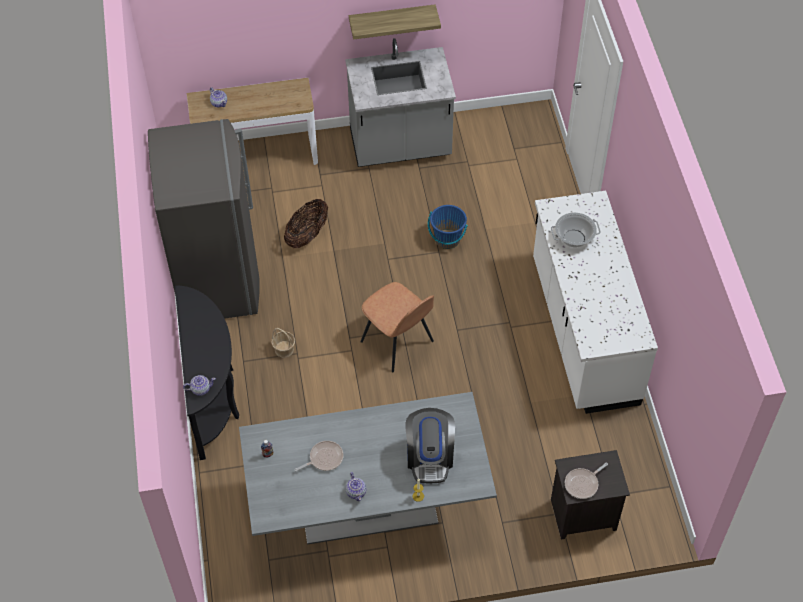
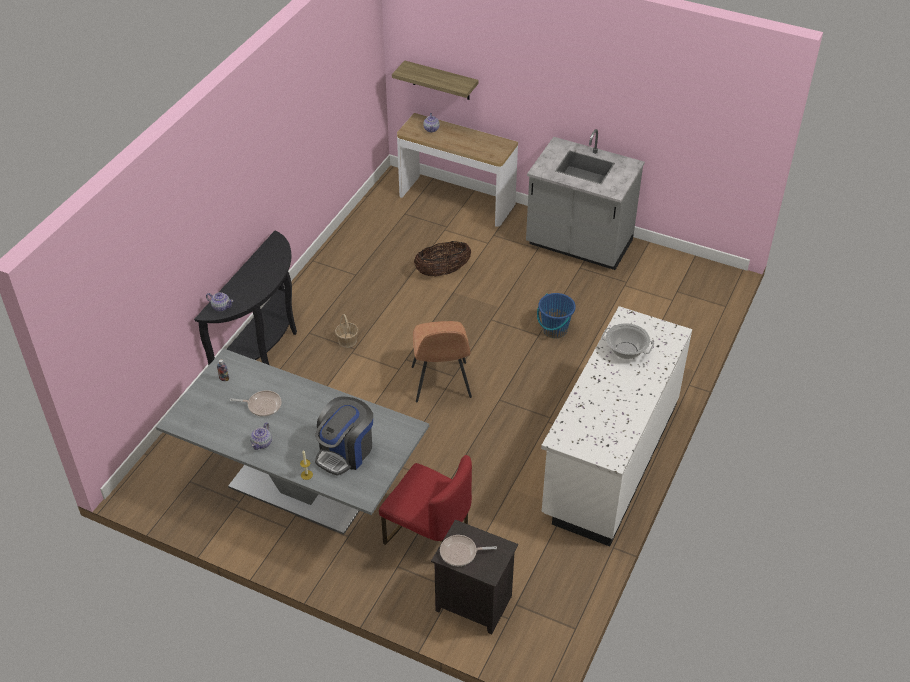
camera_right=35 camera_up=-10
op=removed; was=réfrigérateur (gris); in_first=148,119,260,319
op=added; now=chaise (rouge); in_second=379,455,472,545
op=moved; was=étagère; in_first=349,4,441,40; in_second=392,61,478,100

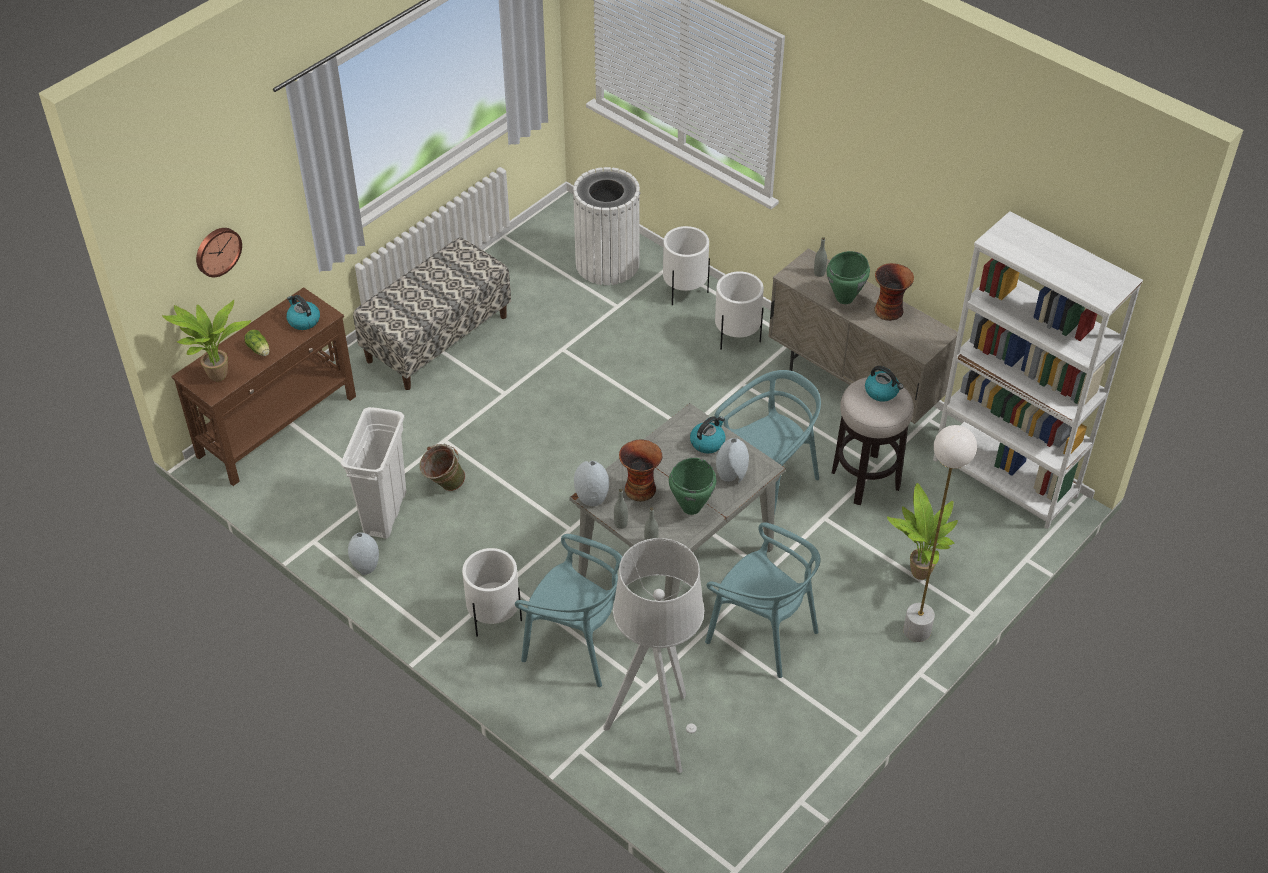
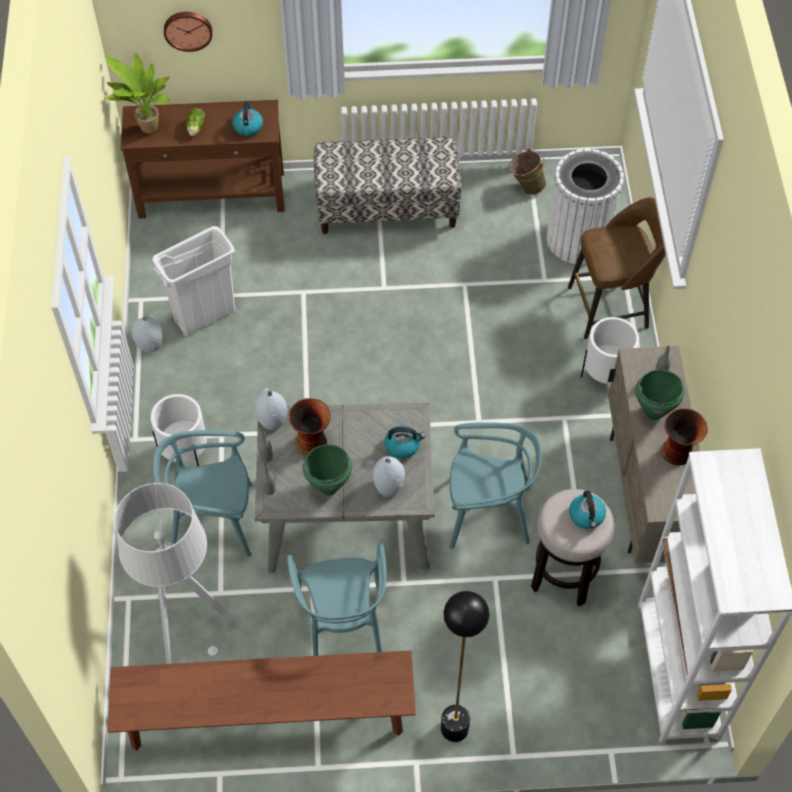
camera_right=45 camera_up=10
op=removed; was=plante en pot; in_first=887,483,958,580
op=added; now=banc (marron); in_second=107,651,416,751
op=moved; was=seau (vert); in_first=420,444,466,491; in_second=509,149,546,195
op=replaced; was=cache-pot (blanc); now=tabouret (marron); in_first=663,226,710,305; in_second=568,197,666,339
op=recoloured; was=lampadaire (blanc); now=lampadaire (noir); in_first=903,425,977,642; in_second=441,591,490,742
op=turned; was=chaise (turquoise); in_first=515,534,622,687; in_second=153,430,252,557; clockwise=105

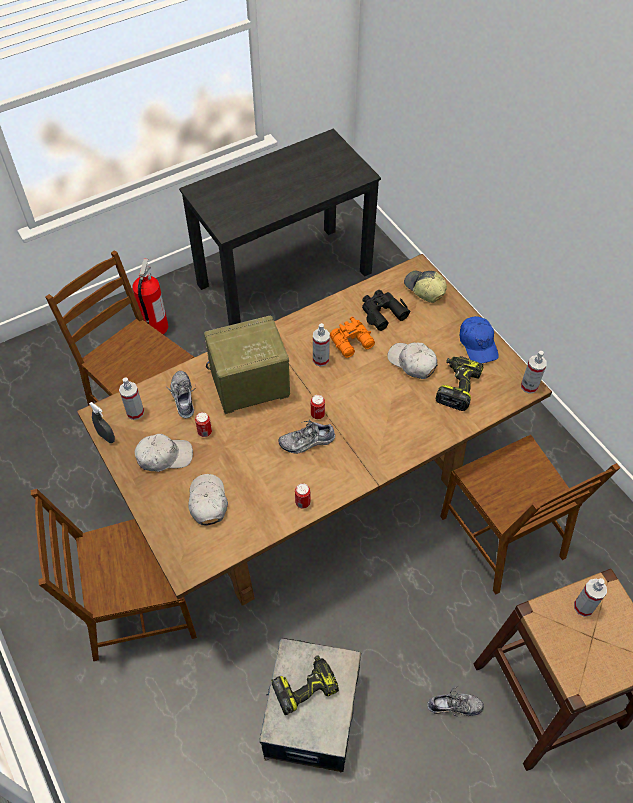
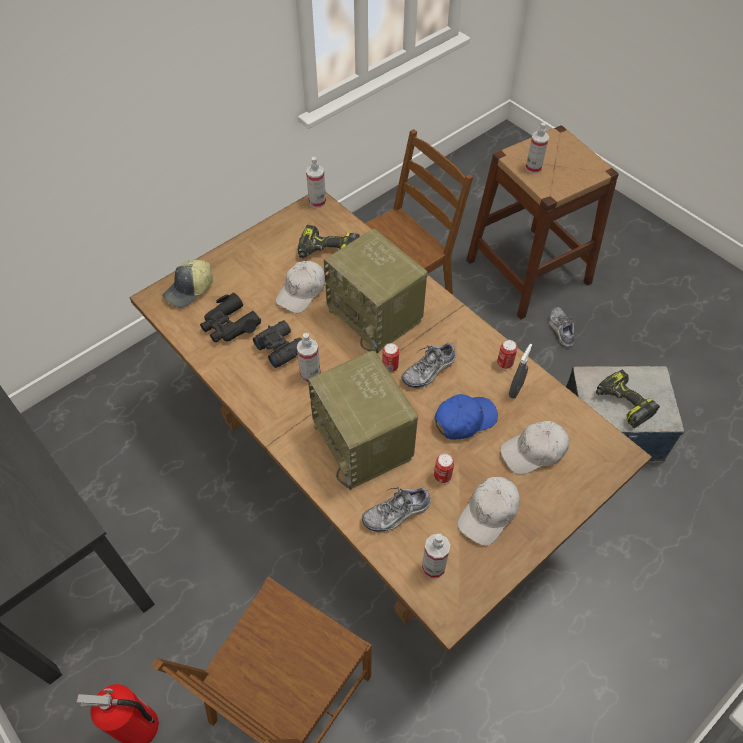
camera_right=-100 camera_up=0
op=removed; was=chaise (marron); in_first=31,489,197,661
op=added; now=radio; in_second=324,229,428,353
op=moved; was=vaporisateur (gris); in_first=89,402,115,443; in_second=509,344,532,399
op=moved; was=casquette (bleu); in_first=460,316,499,364; in_second=435,394,498,440
op=recoloured; was=jumelles (orange); now=jumelles (noir); in_first=330,317,375,358; in_second=253,320,302,368
op=turned; was=casquette (blanc); in_first=135,434,193,472; in_second=458,477,520,546; clockwise=-120
op=turned; was=chaussure; in_first=279,420,335,454; in_second=401,342,455,388; clockwise=75

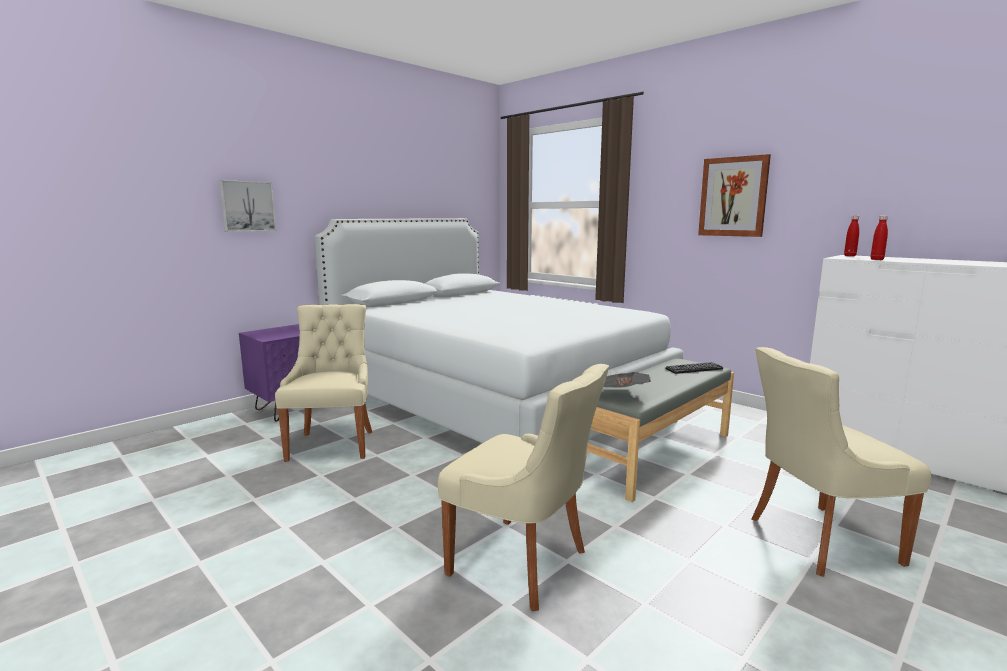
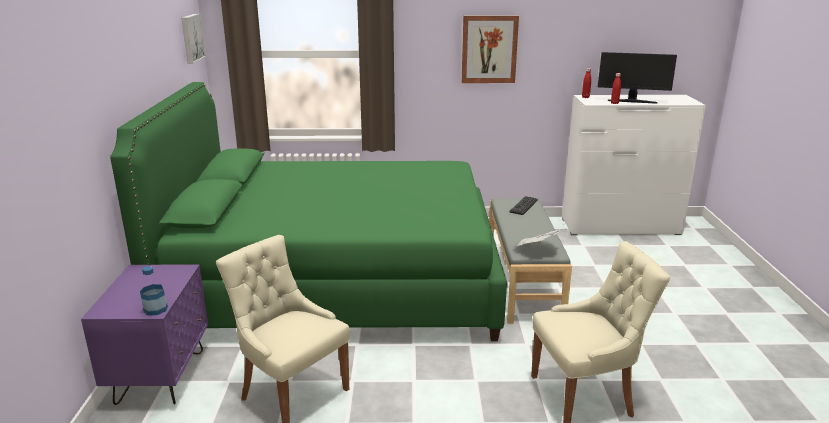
camera_right=-45 camera_up=10
op=removed; was=chaise (beige); in_first=751,347,931,577
op=added; now=bouteille; in_second=140,266,168,316
op=added; now=écran d'ordinateur; in_second=598,52,677,104
op=moved; was=tableau; in_first=219,180,276,232; in_second=181,13,206,64
op=recoloured; was=lit (blanc); now=lit (vert); in_first=314,218,683,443; in_second=110,82,507,341

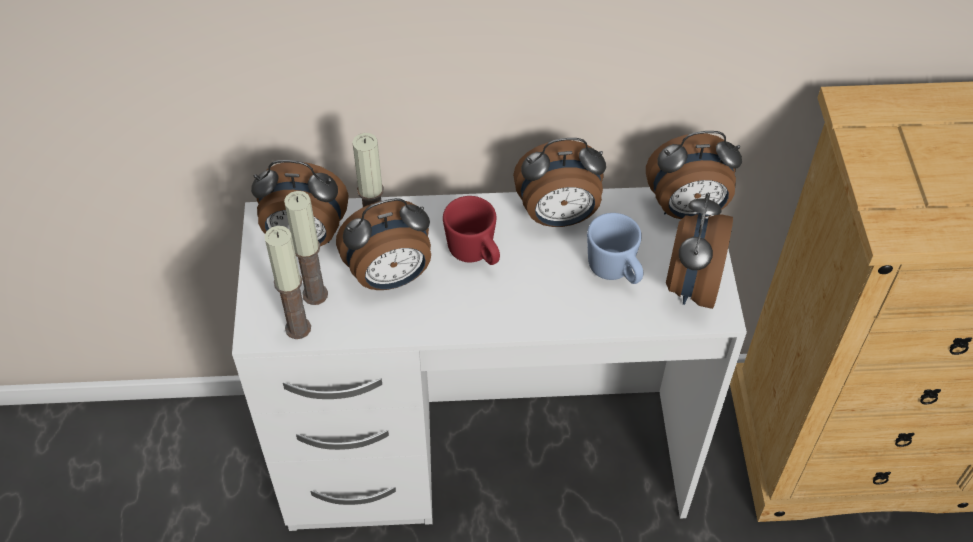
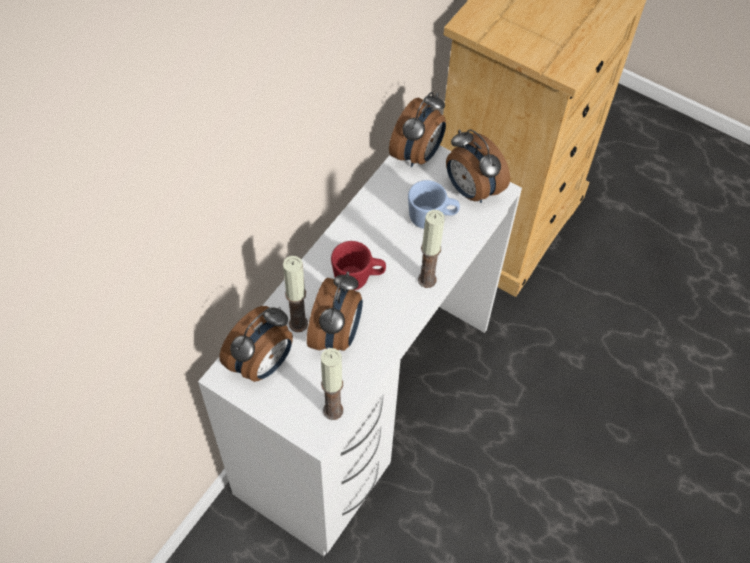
camera_right=-55 camera_up=5
op=removed; was=réveil; in_first=513,138,606,227
op=moved; was=bougie; in_first=284,191,328,305; in_second=418,210,445,288

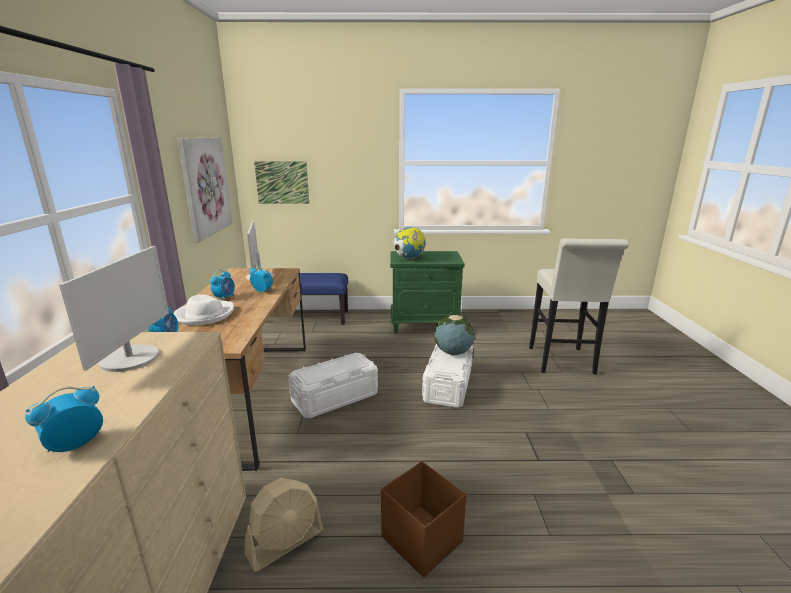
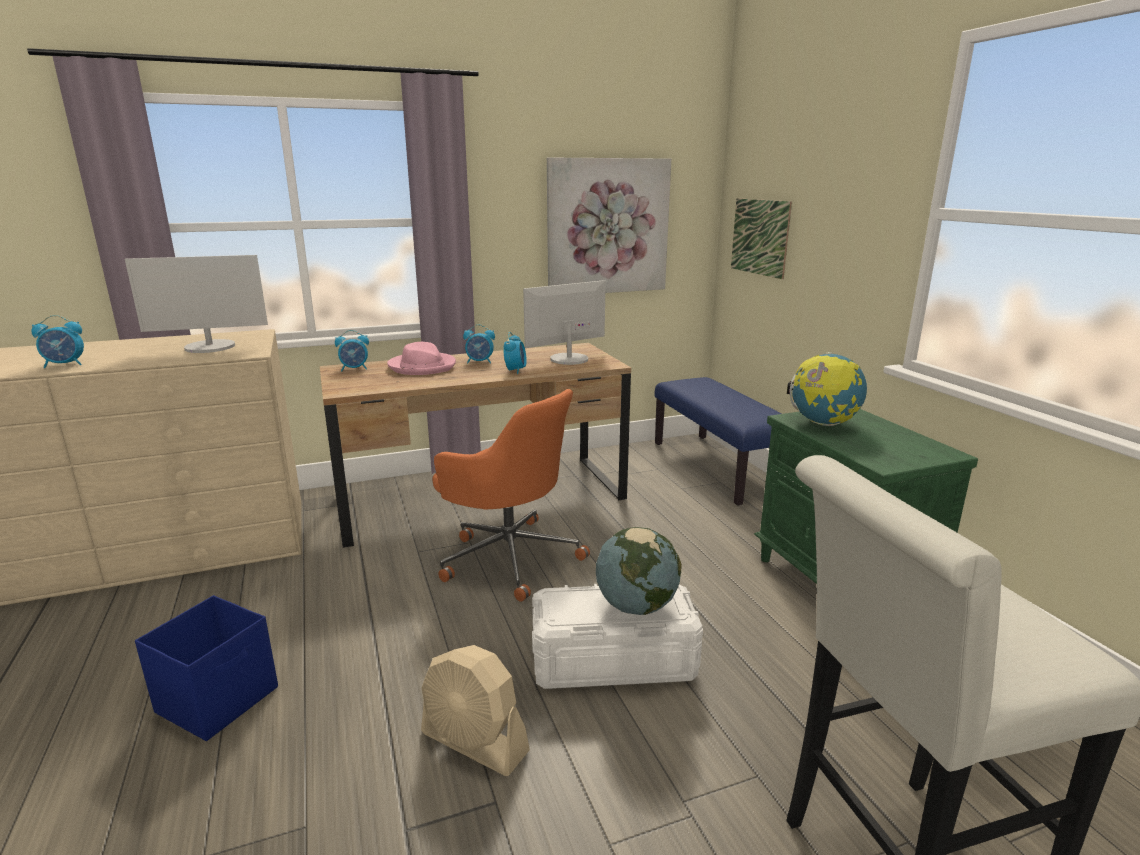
camera_right=70 camera_up=0
op=moved; was=ventilateur (beige); in_first=245,478,323,572; in_second=421,645,530,776
op=replaced; was=boîte de rangement (blanc); now=chaise de bureau (orange); in_first=288,353,378,418; in_second=432,389,590,602
op=recoloured; was=chapeau (blanc); now=chapeau (rose); in_first=173,295,234,325; in_second=387,342,456,375
op=recoloured; was=boîte de rangement (marron); now=boîte de rangement (bleu); in_first=381,461,467,578; in_second=135,596,278,741
op=turned; was=réveil; in_first=25,386,103,452; in_second=31,315,84,368; clockwise=135

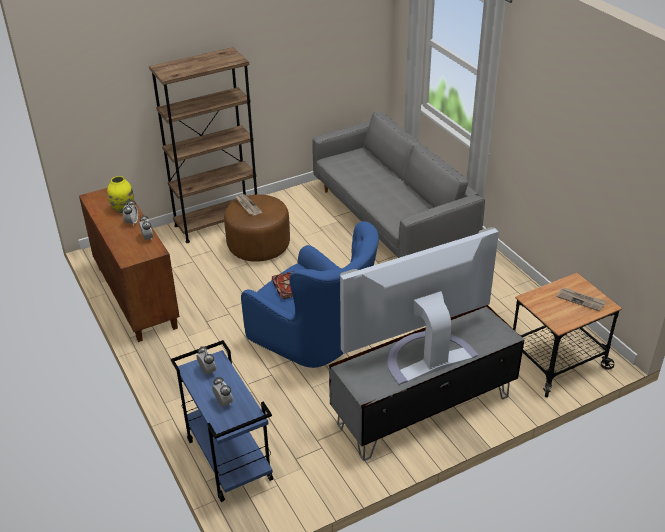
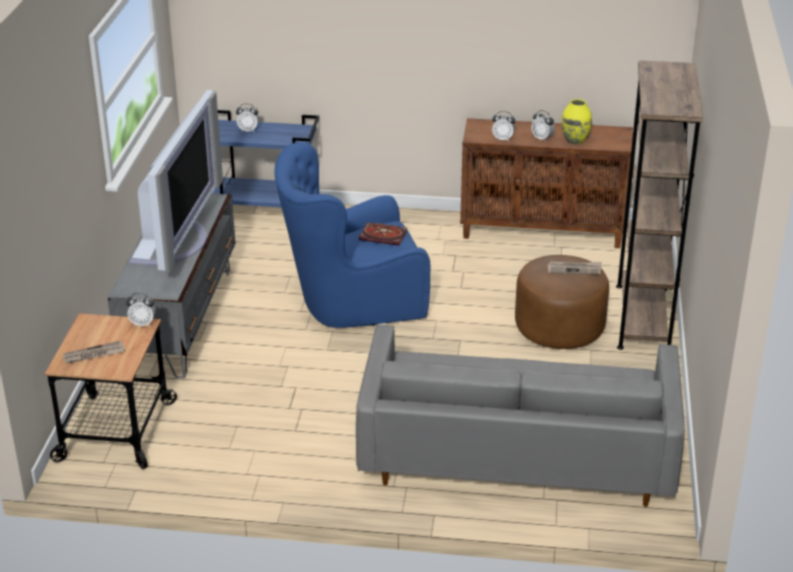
camera_right=125 camera_up=-5
op=moved; was=réveil; in_first=197,346,216,375; in_second=126,293,156,327

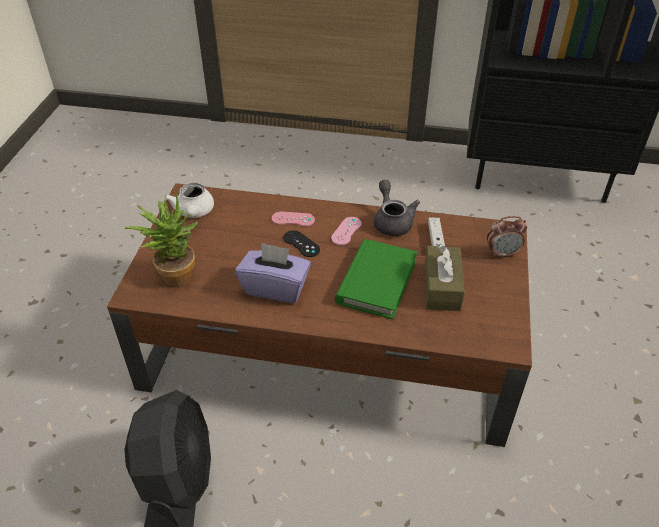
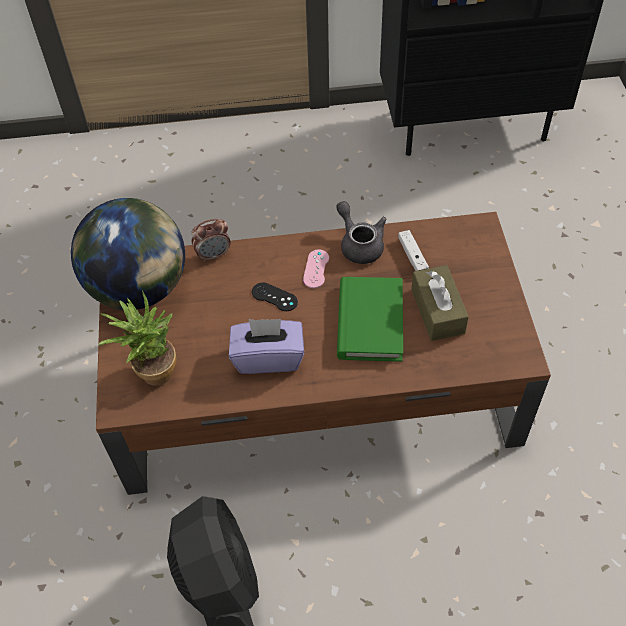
camera_right=-15 camera_up=10
op=removed; was=manette (rose); in_first=272,212,315,226
op=moved; was=réveil; in_first=487,216,527,258; in_second=191,219,231,262
op=replaced; was=théière (blanc); now=globe; in_first=164,183,214,218; in_second=71,198,185,310

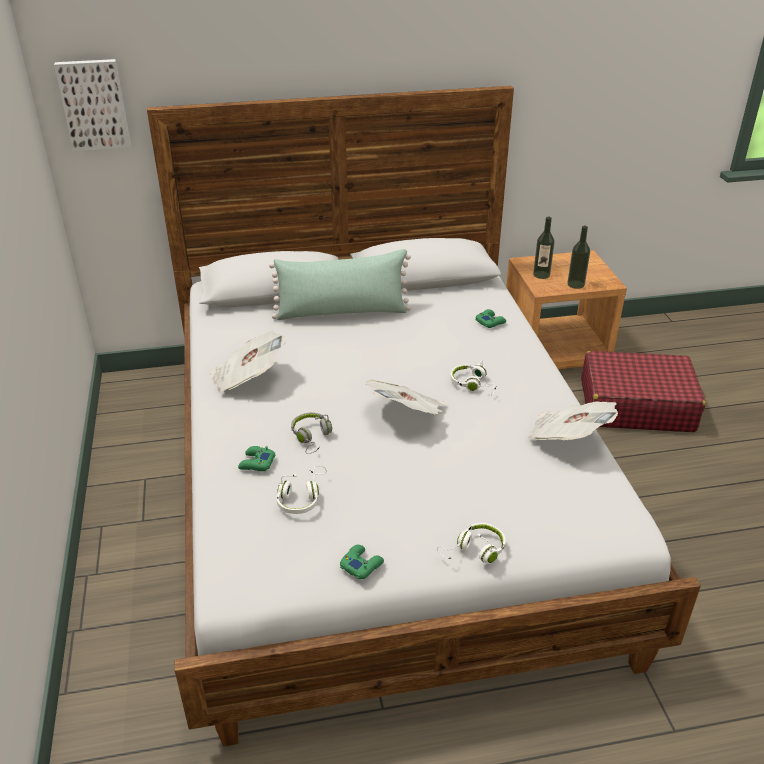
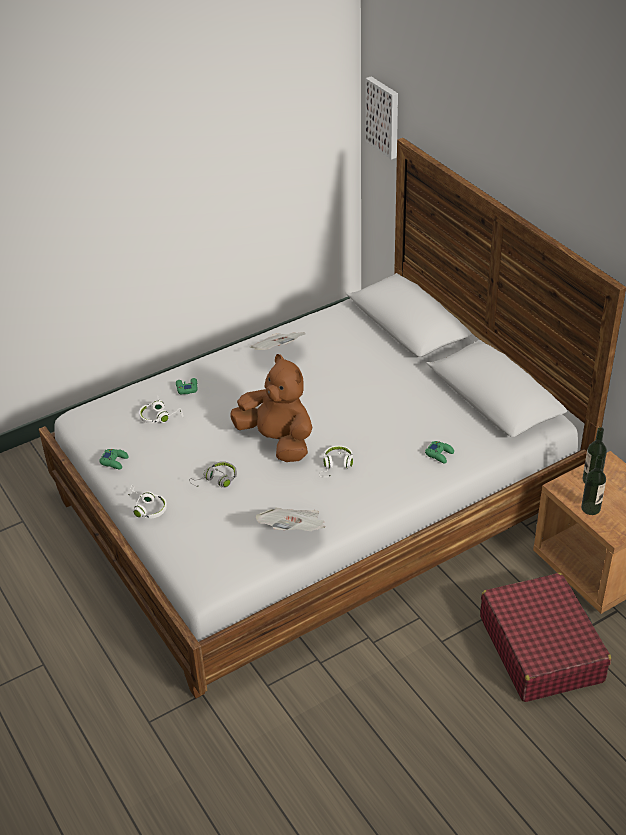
camera_right=70 camera_up=5
op=removed; was=coussin (vert); in_first=269,249,411,320
op=moved; was=casque audio (gris); in_first=291,412,332,454; in_second=189,461,237,488
op=replaced; was=journal; now=peluche (marron); in_first=365,379,446,415; in_second=230,354,312,462

